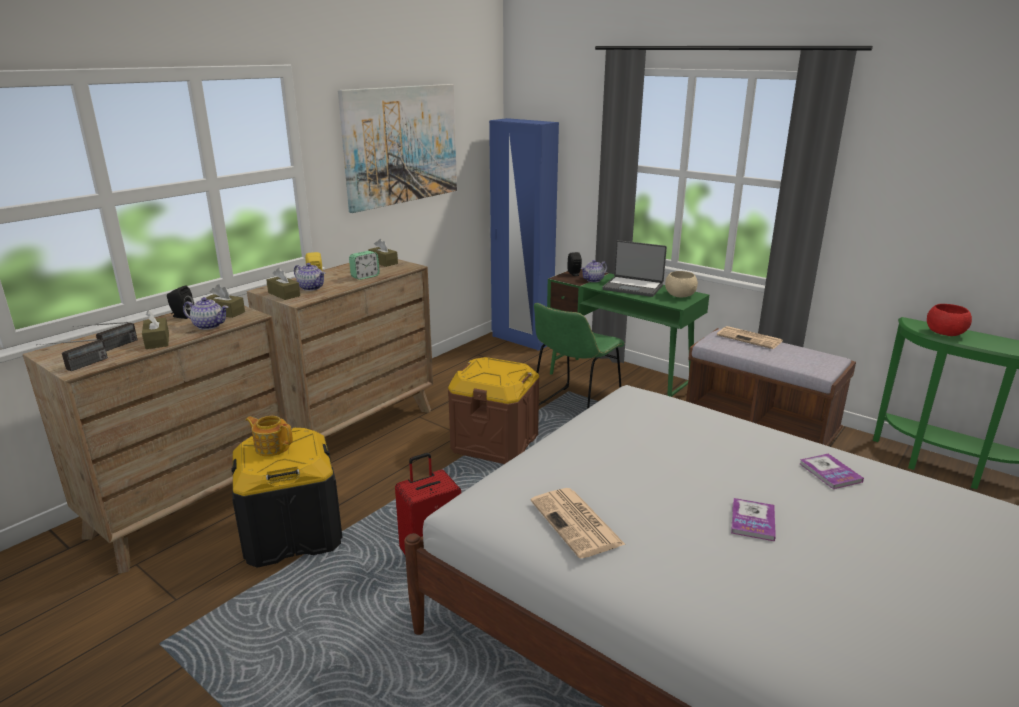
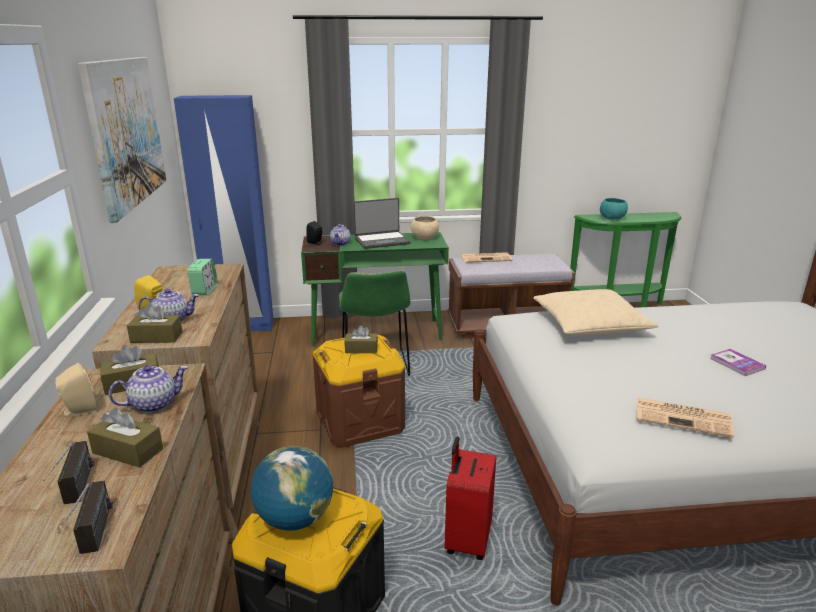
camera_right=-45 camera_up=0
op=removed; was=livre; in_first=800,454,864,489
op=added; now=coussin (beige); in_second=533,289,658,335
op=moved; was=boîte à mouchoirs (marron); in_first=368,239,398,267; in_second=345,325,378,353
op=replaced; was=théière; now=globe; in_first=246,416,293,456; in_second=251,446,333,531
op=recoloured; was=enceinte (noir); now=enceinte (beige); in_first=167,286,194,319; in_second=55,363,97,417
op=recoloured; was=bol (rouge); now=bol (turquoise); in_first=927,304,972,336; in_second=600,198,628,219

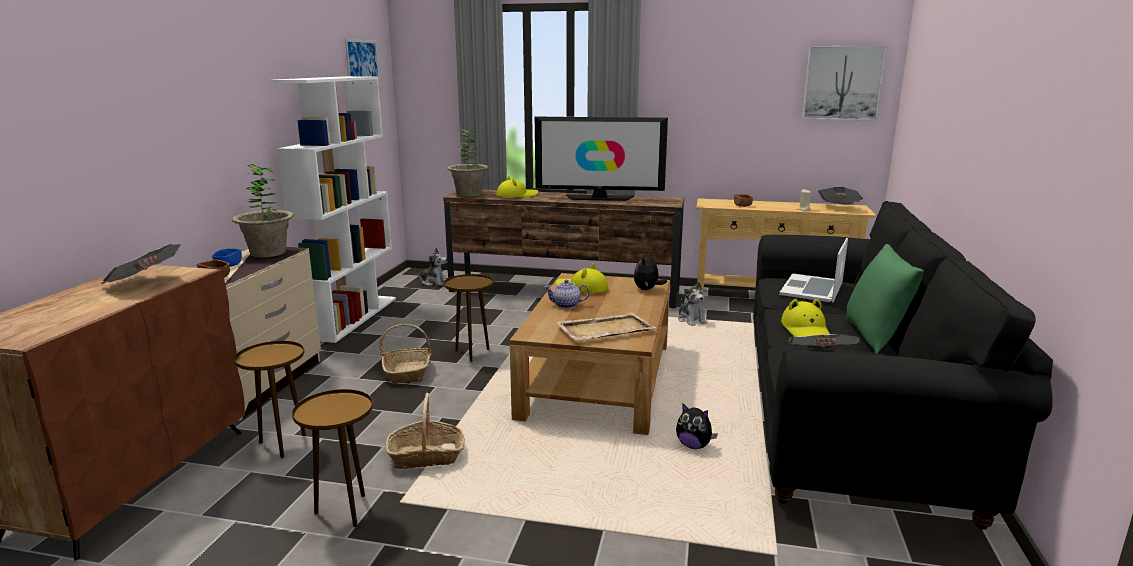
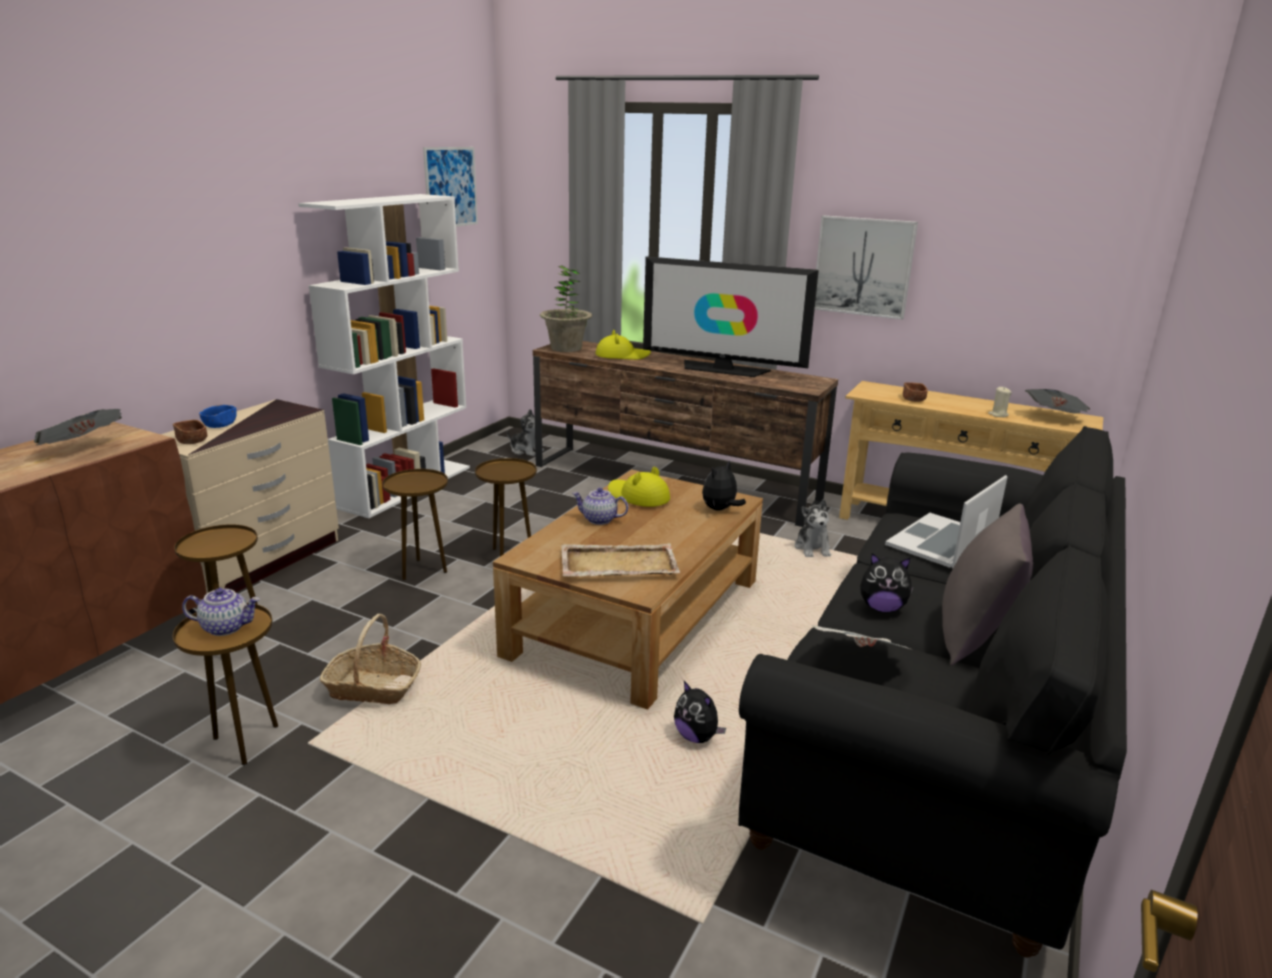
camera_right=15 camera_up=5
op=removed; was=plante en pot; in_first=232,164,294,258
op=added; now=théière; in_second=182,588,260,636
op=moved; was=tableau; in_first=802,46,887,121; in_second=814,215,918,320
op=replaced; was=panier; now=table d'appoint (marron); in_first=379,324,431,383; in_second=382,469,448,580
op=replaced; was=chapeau (jaune); now=peluche; in_first=781,299,830,337; in_second=860,553,914,612
op=recoloured; was=coussin (vert); now=coussin (gris); in_first=847,244,924,354; in_second=942,504,1033,666

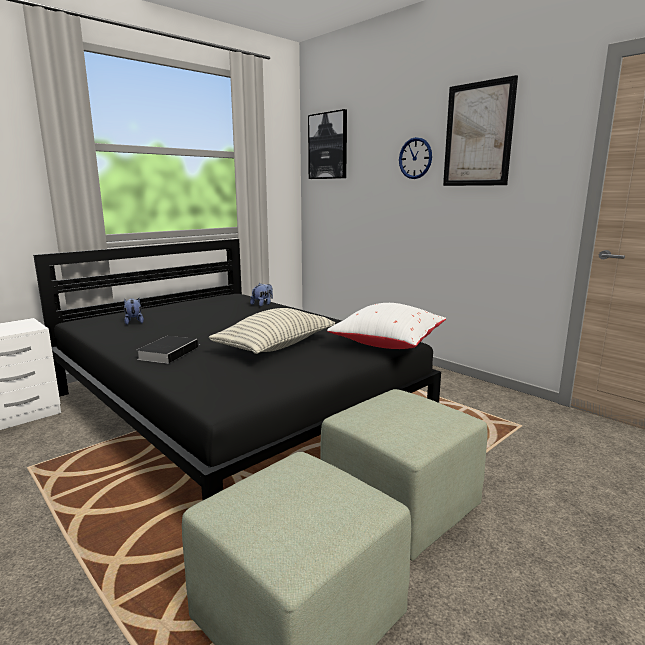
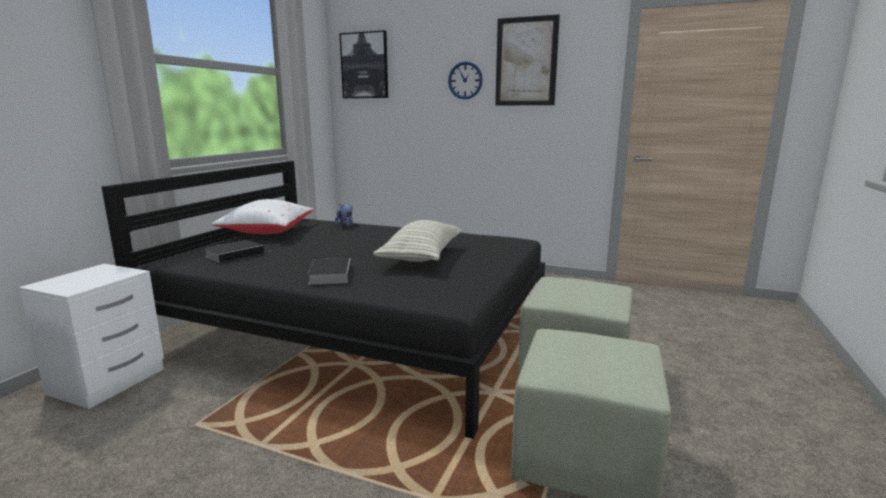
camera_right=-25 camera_up=0
op=moved; was=coussin (blanc); in_first=327,303,446,349; in_second=212,199,314,234
op=replaced; was=peluche; now=livre; in_first=124,298,144,325; in_second=204,240,269,263

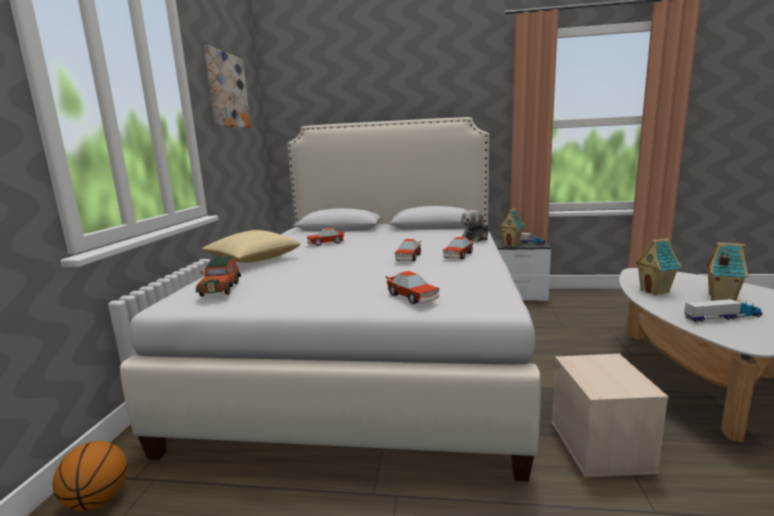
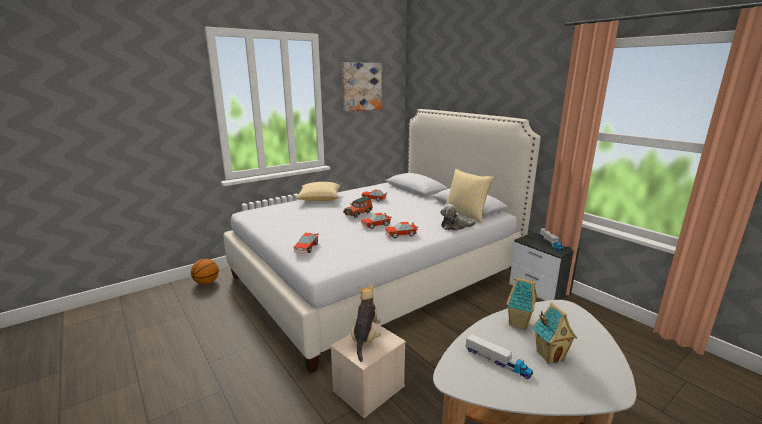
camera_right=45 camera_up=5
op=removed; was=maison miniature; in_first=499,208,525,247
op=added; now=peluche; in_second=351,284,381,362
op=added; now=coussin; in_second=445,169,494,223
op=moved; was=petite voiture; in_first=196,256,241,297; in_second=343,197,373,218

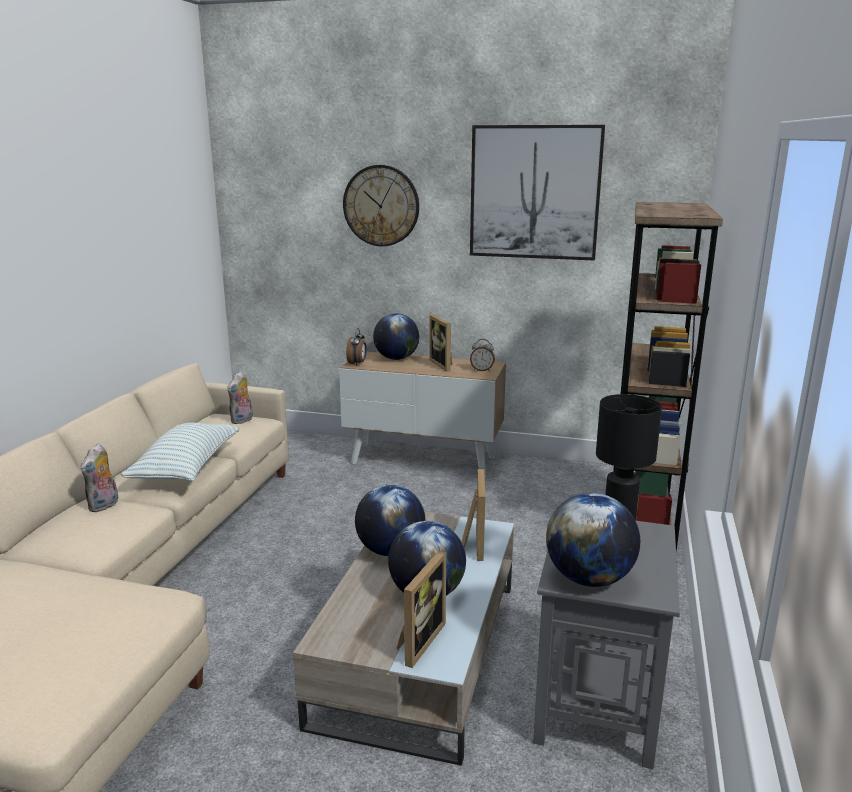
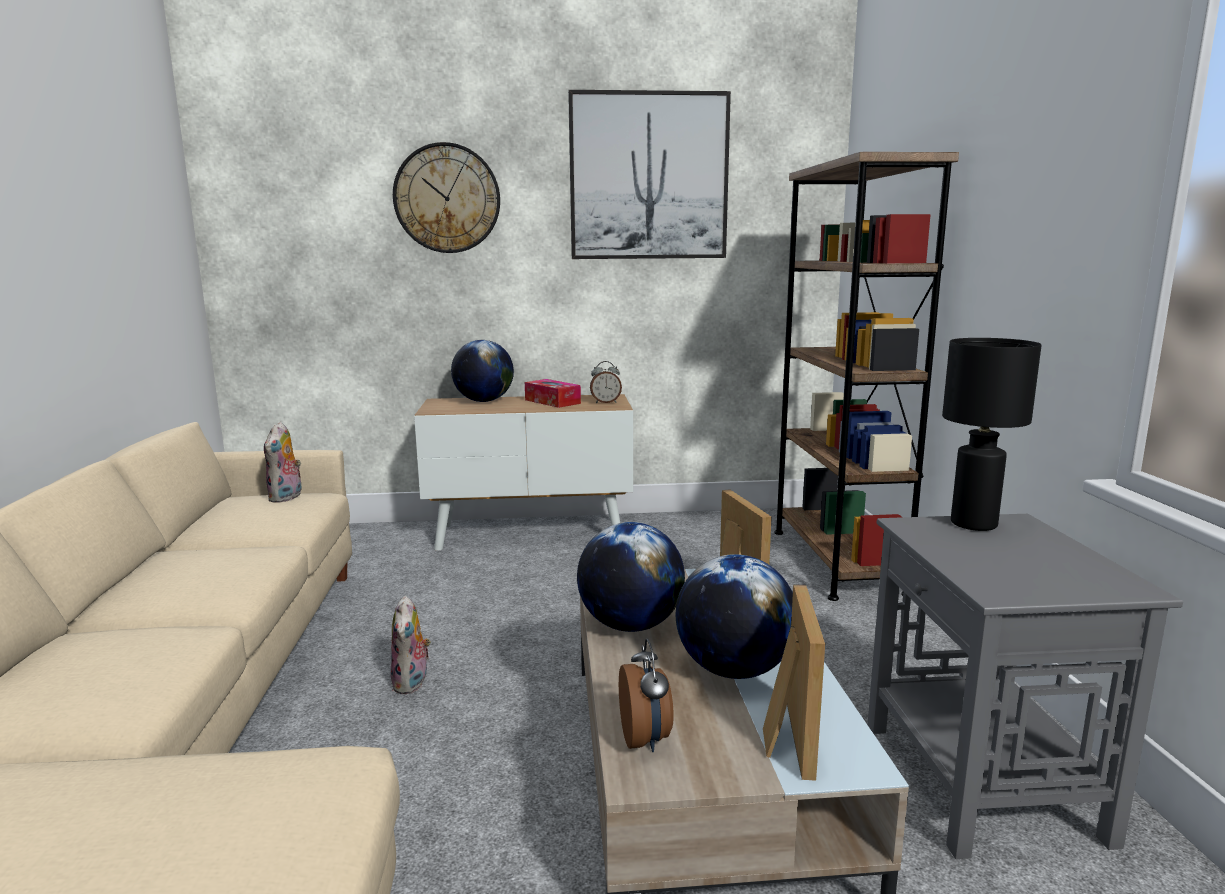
camera_right=-20 camera_up=-5
op=removed; was=coussin; in_first=121,423,239,482
op=removed; was=globe; in_first=546,493,640,587
op=moved; was=peluche; in_first=80,443,118,512; in_second=390,596,431,694
op=moved; was=réveil; in_first=346,328,367,366; in_second=619,638,674,752
op=replaced; was=cadre photo; now=boîte à mouchoirs; in_first=429,315,452,372; in_second=525,379,581,408

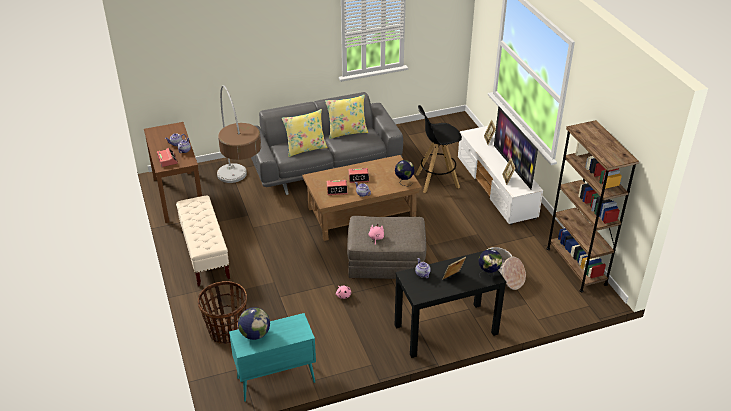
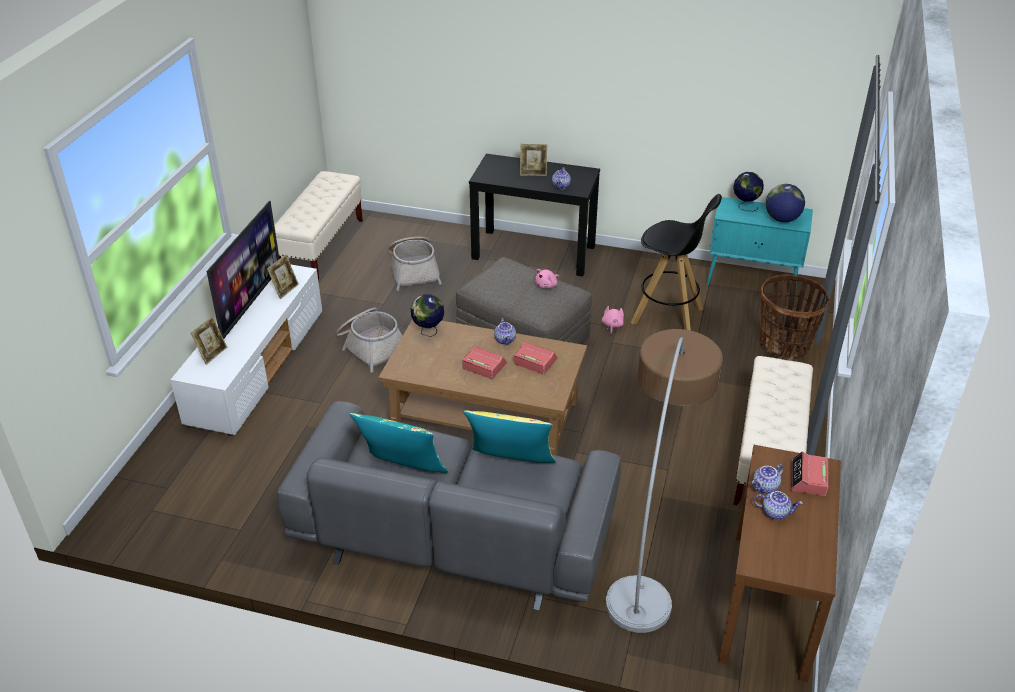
camera_right=-145 camera_up=0
op=added; now=panier; in_second=336,308,402,373
op=moved; was=tabouret (noir); in_first=415,105,462,193; in_second=631,194,722,331
op=moved; was=globe; in_first=479,249,502,278; in_second=733,172,764,211
op=replaced; was=bibliothèque (marron); now=banc (beige); in_first=547,120,639,292; in_second=274,171,363,281
op=recoloured; was=coussin (jaune); now=coussin (turquoise); in_first=325,95,368,139; in_second=350,413,448,473

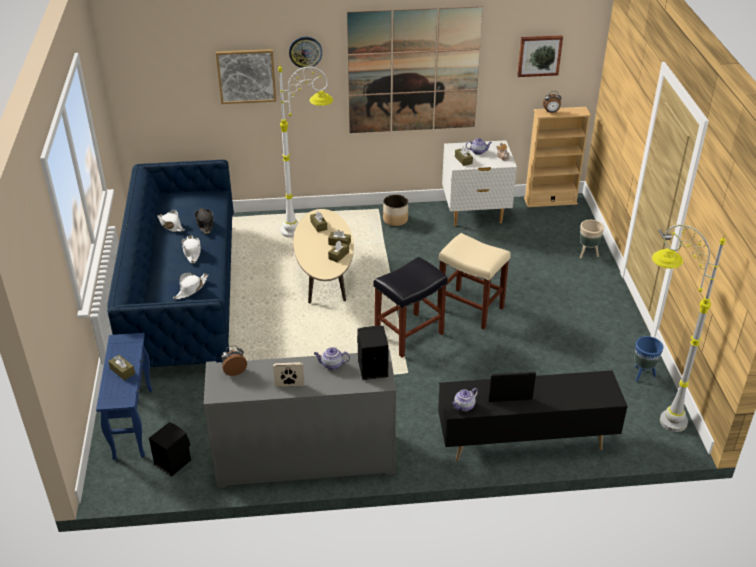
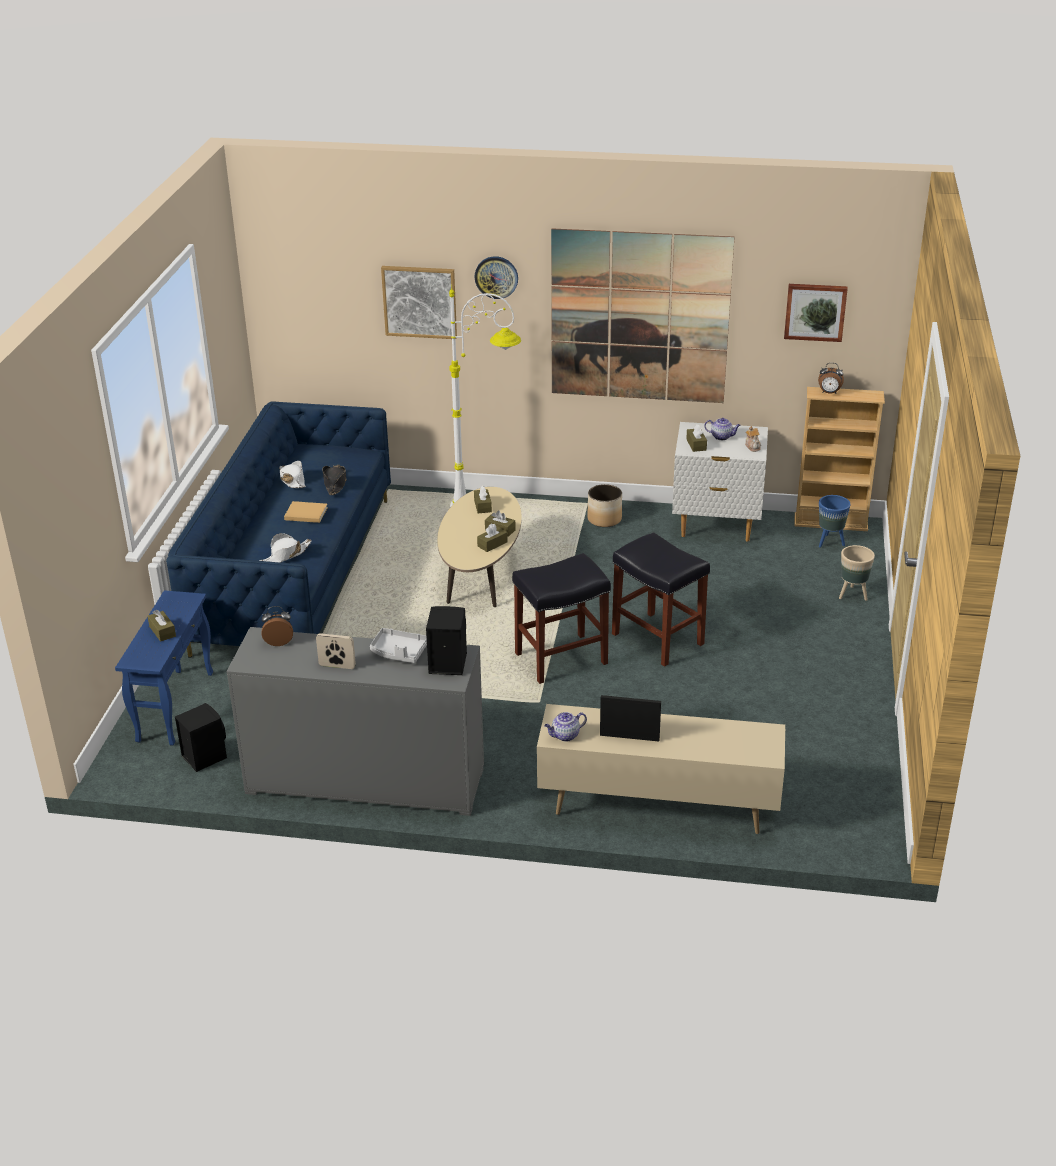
camera_right=15 camera_up=-5
op=removed; was=lampadaire (gris); in_first=652,224,726,432
op=moved; was=cache-pot (bleu); in_first=634,336,663,382; in_second=819,495,850,548
op=replaced; was=chapeau (blanc); now=livre (beige); in_first=181,235,201,263; in_second=284,501,328,523
op=replaced; was=théière; now=plateau (gris); in_first=314,347,350,370; in_second=370,628,427,663
op=recoloured; was=tabouret (beige); now=tabouret (noir); in_first=437,233,511,329; in_second=612,532,710,667
op=recoloured; was=meuble télé (noir); now=meuble télé (beige); in_first=438,370,628,462; in_second=537,704,785,834

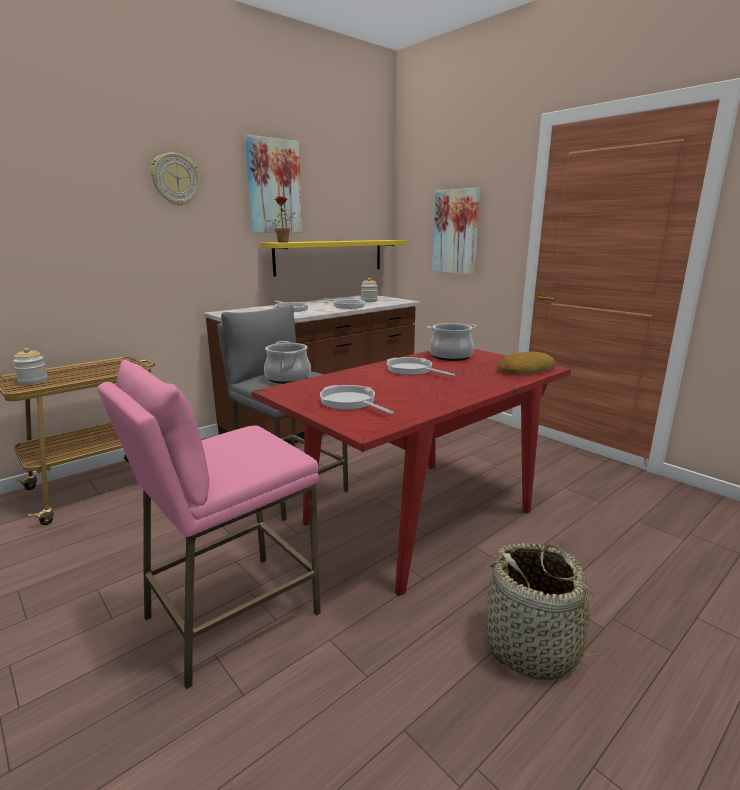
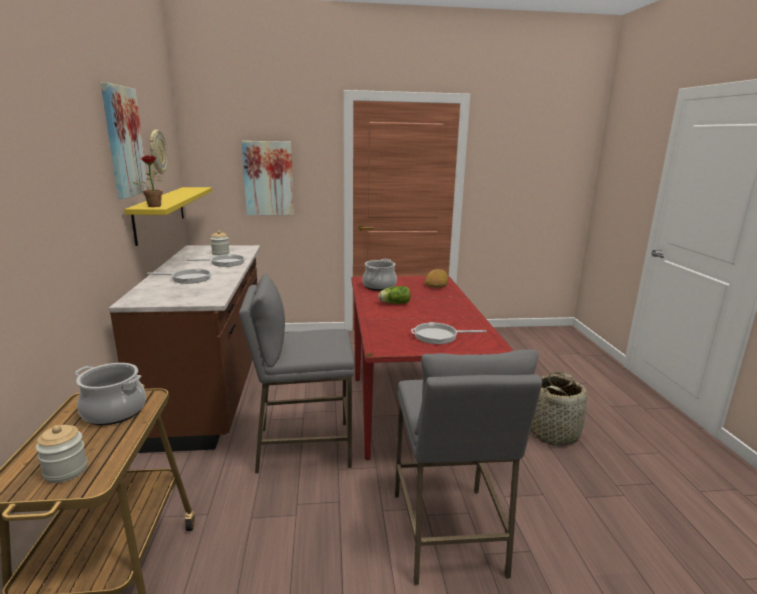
camera_right=-55 camera_up=0
op=moved; was=horloge murale; in_first=150,153,200,206; in_second=150,130,168,174
op=moved; was=marmite; in_first=264,341,311,384; in_second=75,363,146,425
op=replaced; was=poêle; now=laitue; in_first=387,357,456,376; in_second=378,286,410,304
op=recoloured; was=tabouret (rose); now=tabouret (gris); in_first=98,360,321,689; in_second=395,349,542,585

